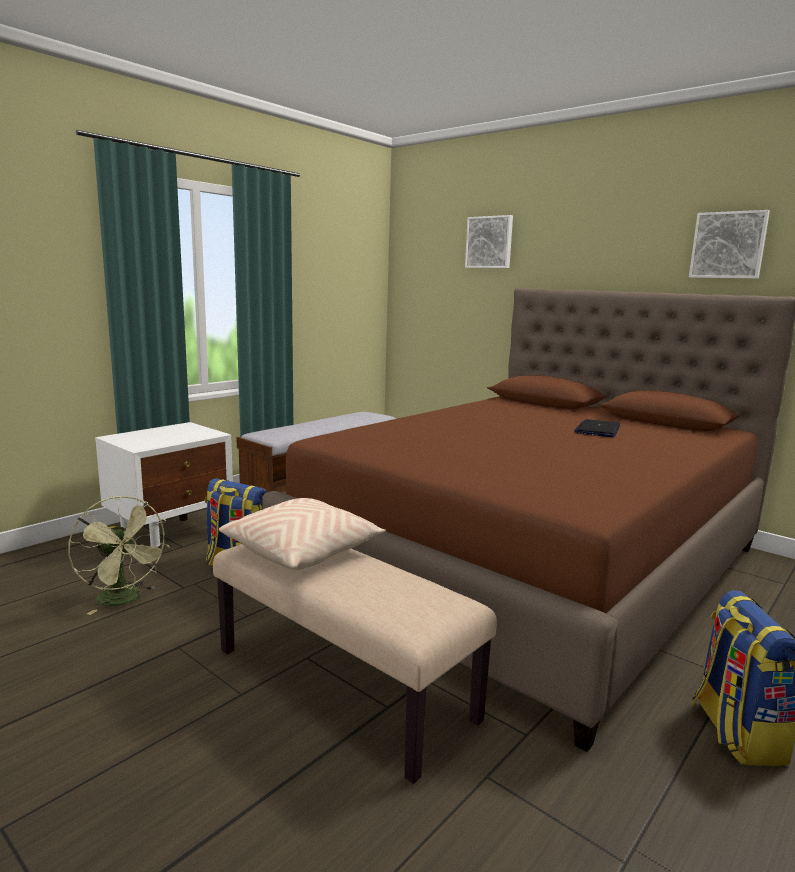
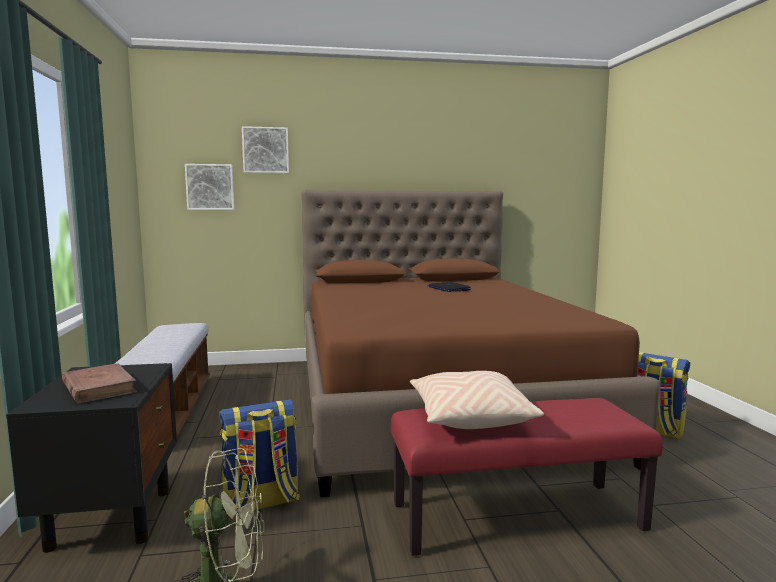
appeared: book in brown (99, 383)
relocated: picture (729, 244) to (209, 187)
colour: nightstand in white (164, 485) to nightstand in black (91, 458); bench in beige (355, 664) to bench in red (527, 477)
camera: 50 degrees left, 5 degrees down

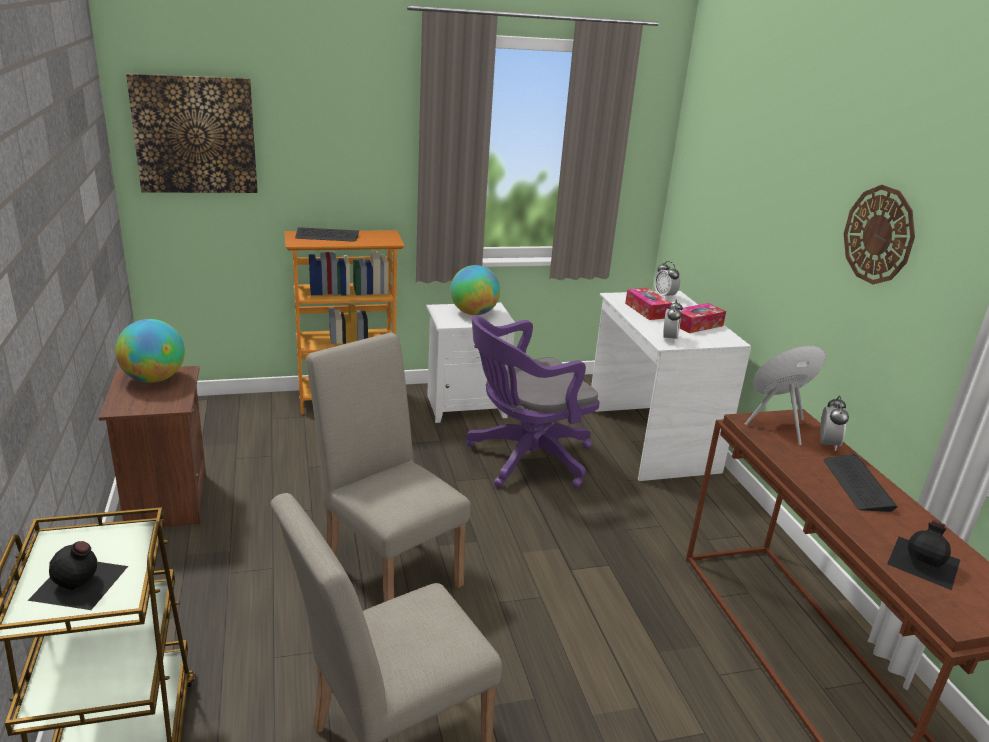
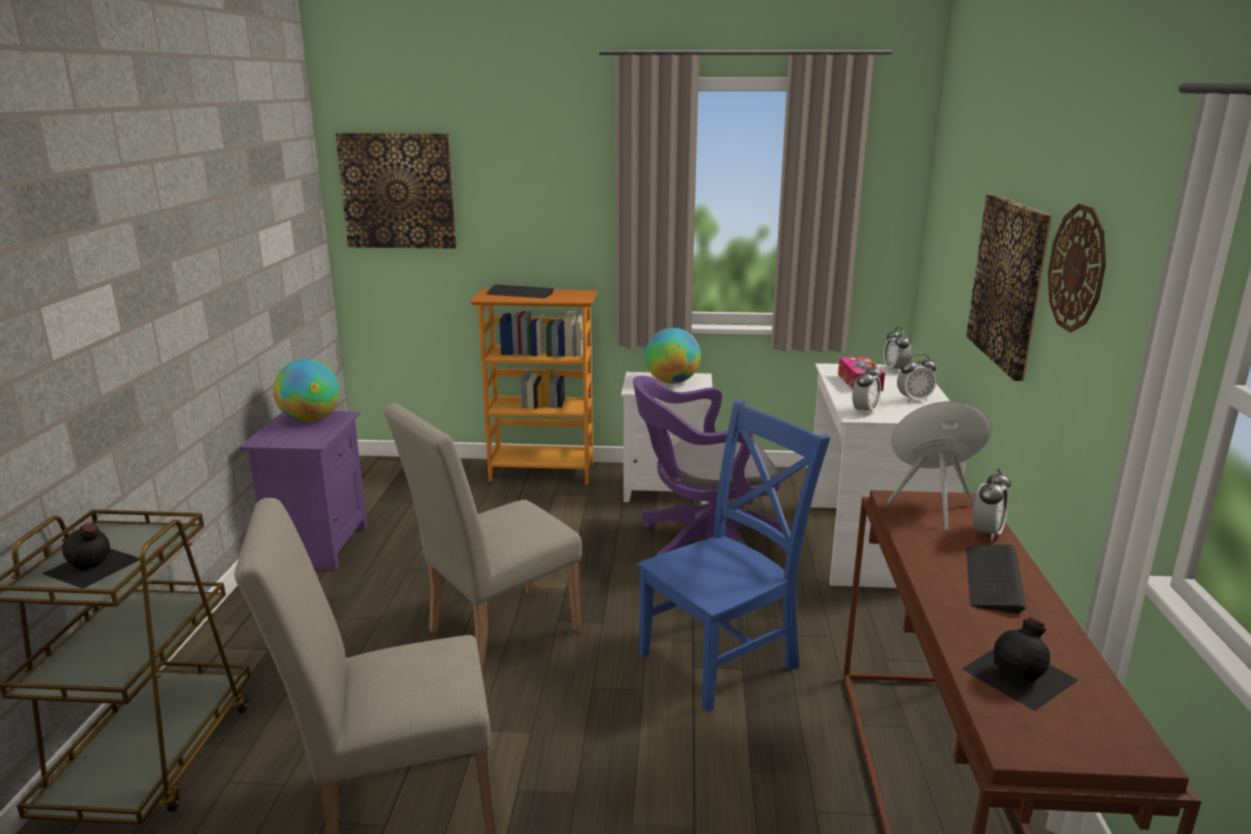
appeared: chair in blue (734, 556); picture (1009, 287)
exchanged: tissue box (703, 318) to alarm clock (916, 378)
colour: nightstand in brown (152, 446) to nightstand in purple (303, 491)
spun: chair in beige (388, 467) = (483, 538) 105 degrees counterclockwise
camera: 20 degrees right, 5 degrees down

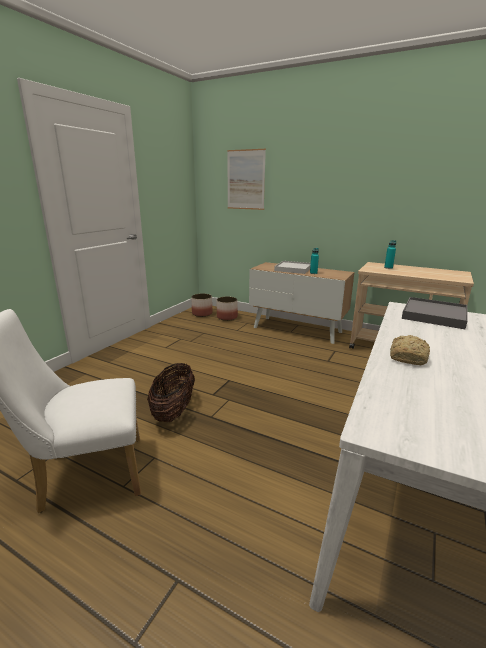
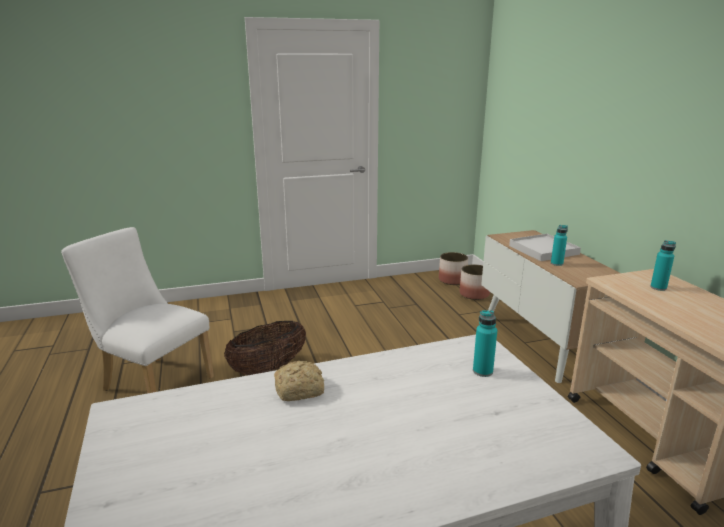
missing: picture (246, 179)
exchanged: tray in grey (435, 313) to bottle in turquoise (485, 343)
camera: 45 degrees right, 0 degrees up

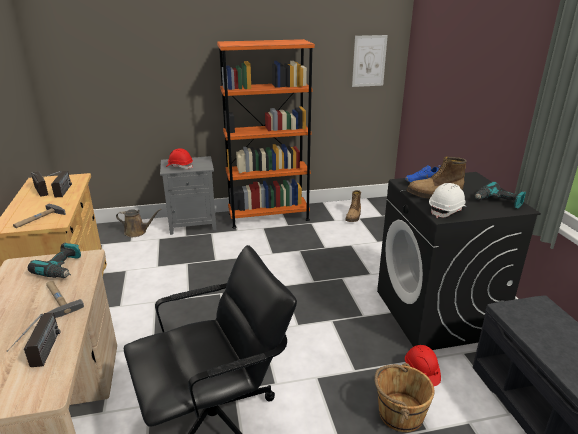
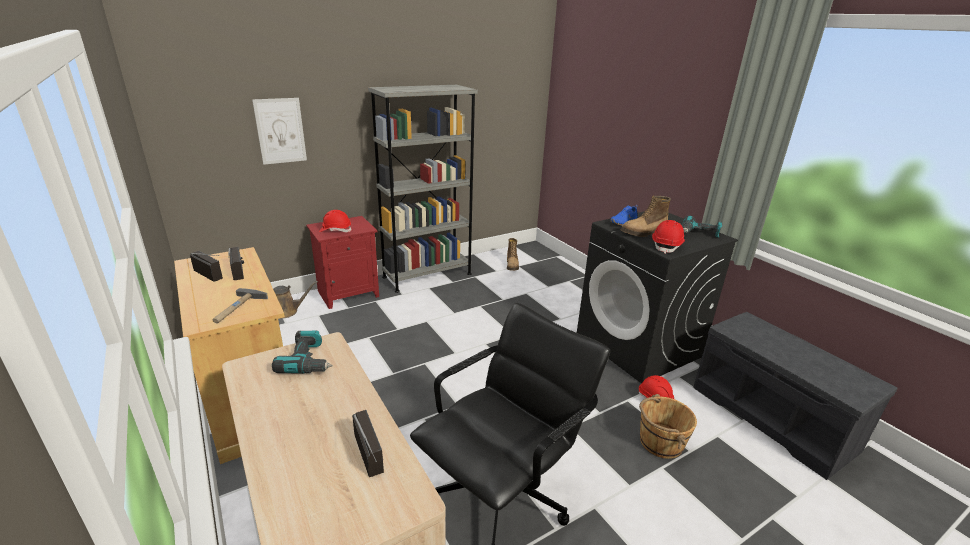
missing: hammer (65, 299)
relocated: picture (370, 61) to (279, 131)
colour: nightstand in grey (188, 195) to nightstand in red (342, 262); bookcase in orange (266, 133) to bookcase in grey (423, 189); hard hat in white (448, 200) to hard hat in red (668, 237)
camera: 20 degrees left, 0 degrees up

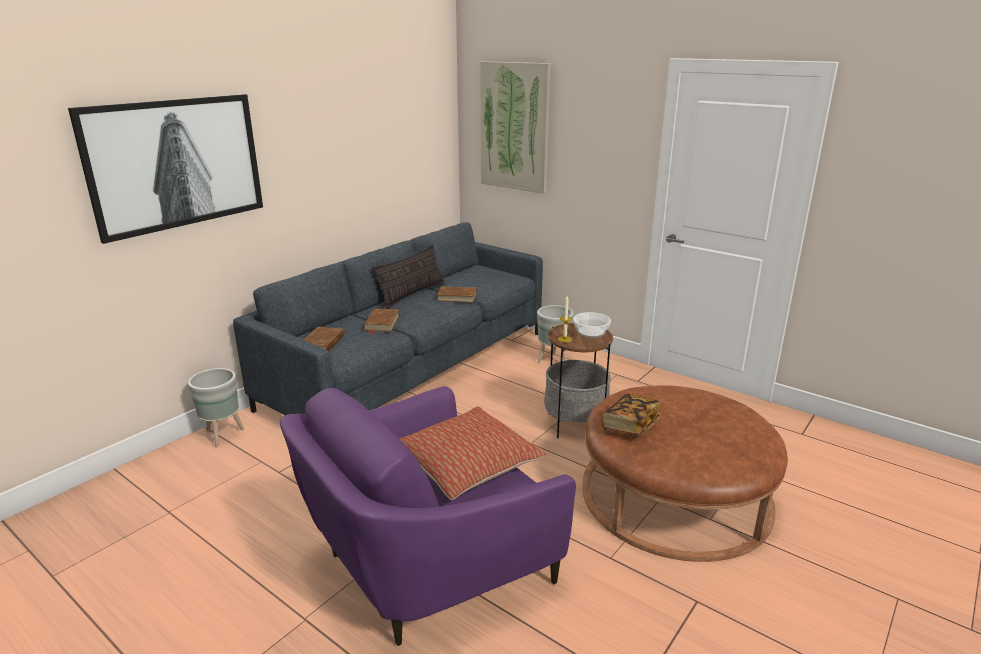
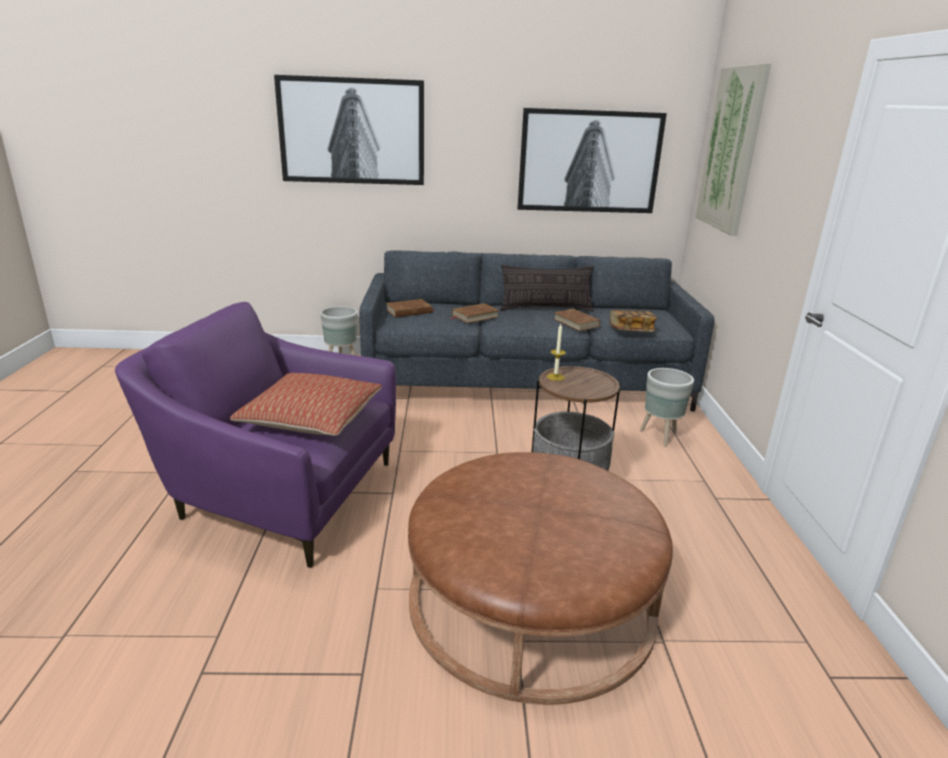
missing: bowl (592, 325)
appeared: picture (592, 160)
relocated: book (631, 415) to (633, 321)
camera: 50 degrees right, 0 degrees up

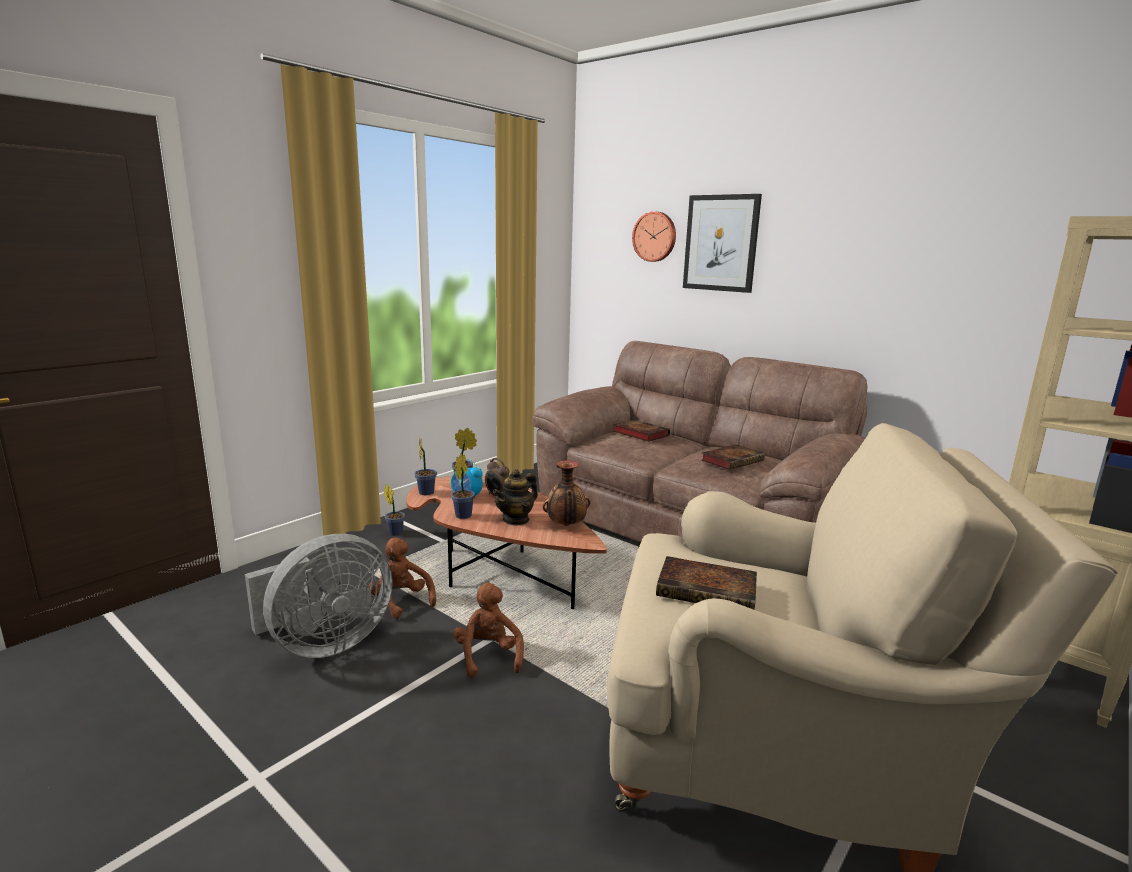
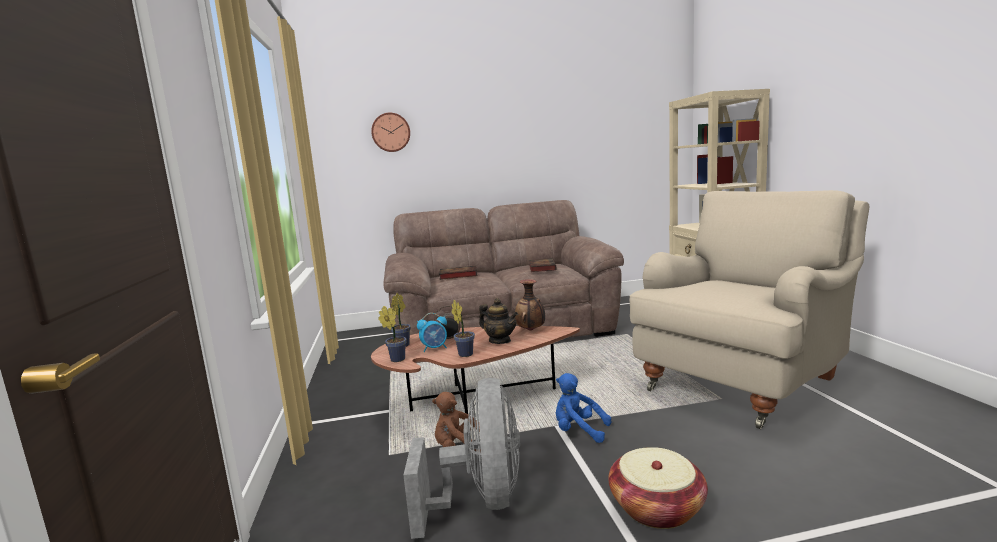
missing: potted plant (394, 509); book (706, 583); picture (722, 243)
appeared: basket (658, 488)
colour: plush toy in brown (488, 630) to plush toy in blue (583, 408)
spun: teapot (515, 497) = (498, 321) 45 degrees counterclockwise
camera: 50 degrees left, 5 degrees down

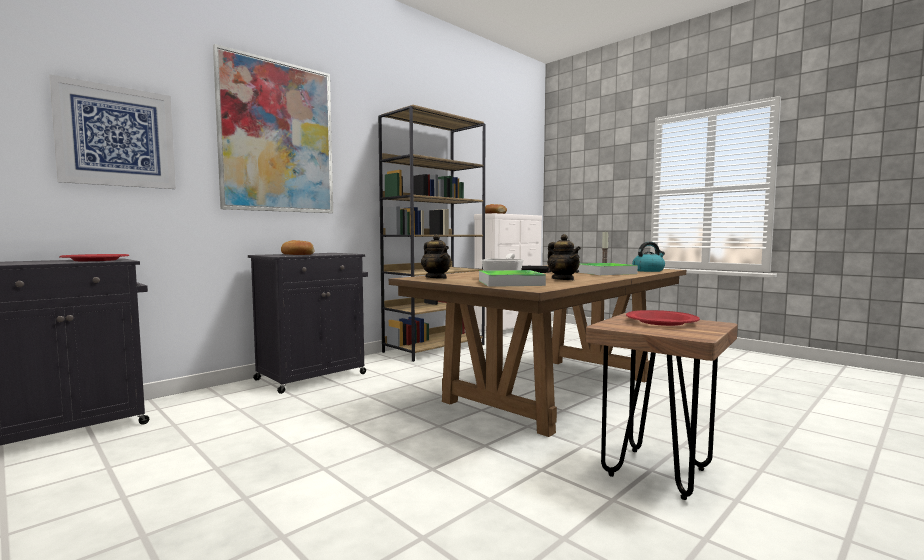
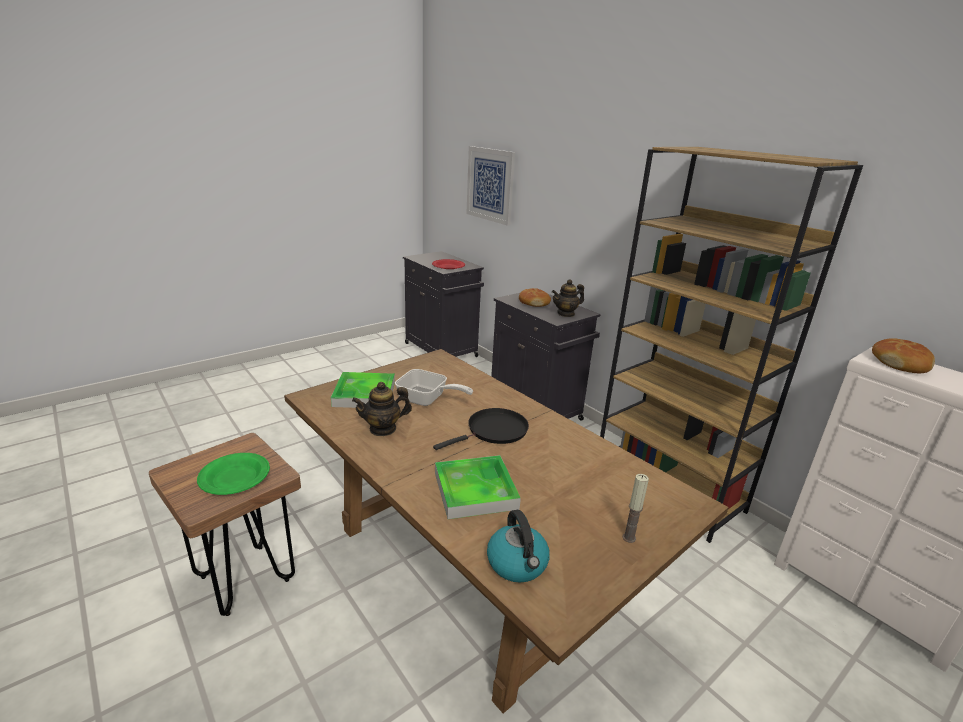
missing: picture (273, 128)
relocated: teapot (436, 256) to (568, 298)
colour: plate in red (663, 318) to plate in green (233, 474)
camera: 95 degrees right, 20 degrees up

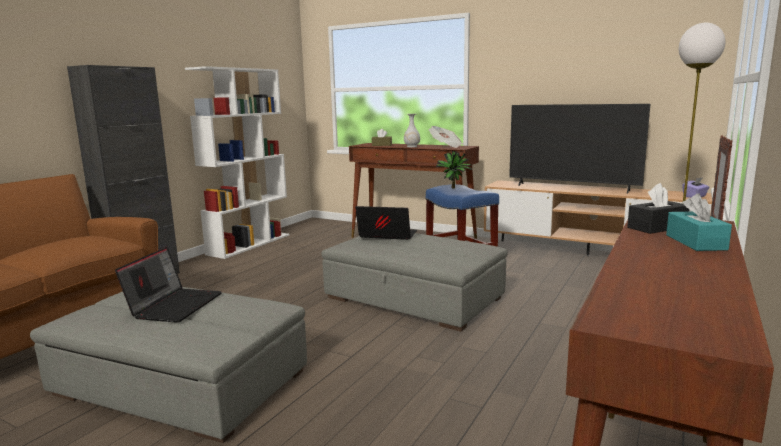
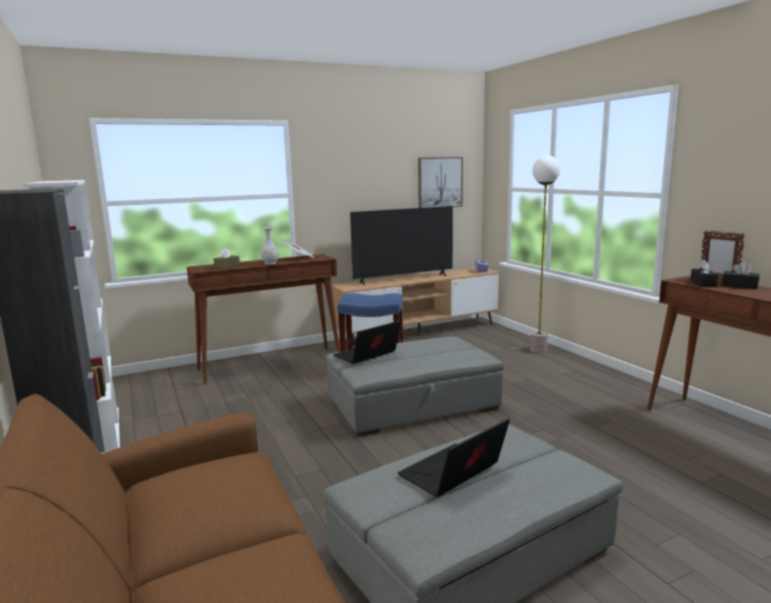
missing: potted plant (454, 169)
appeared: picture (440, 182)
colour: tissue box in turquoise (699, 222) to tissue box in black (741, 275)
spun: laptop (168, 285) = (454, 457) 90 degrees counterclockwise
camera: 55 degrees left, 0 degrees up

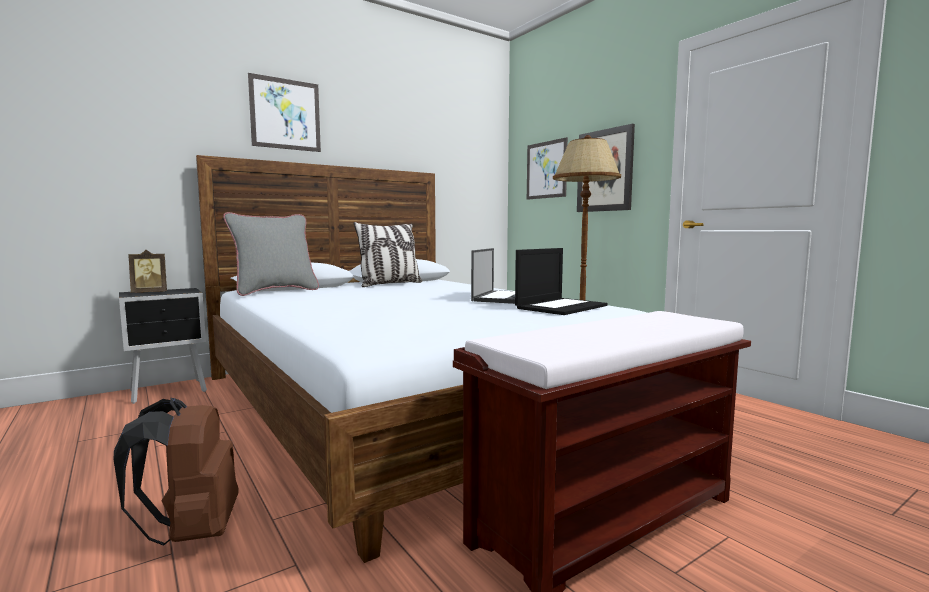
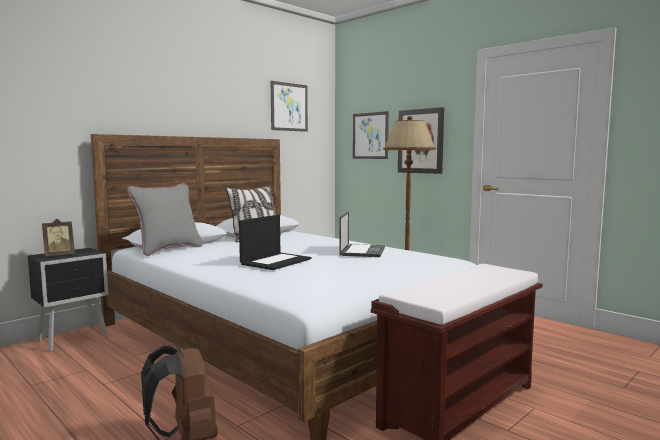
relocated: picture (284, 112) to (289, 106); laptop (561, 281) to (275, 242)
camera: 10 degrees left, 0 degrees up

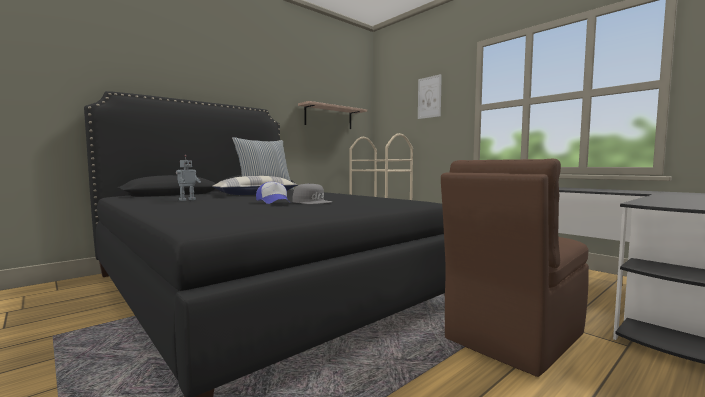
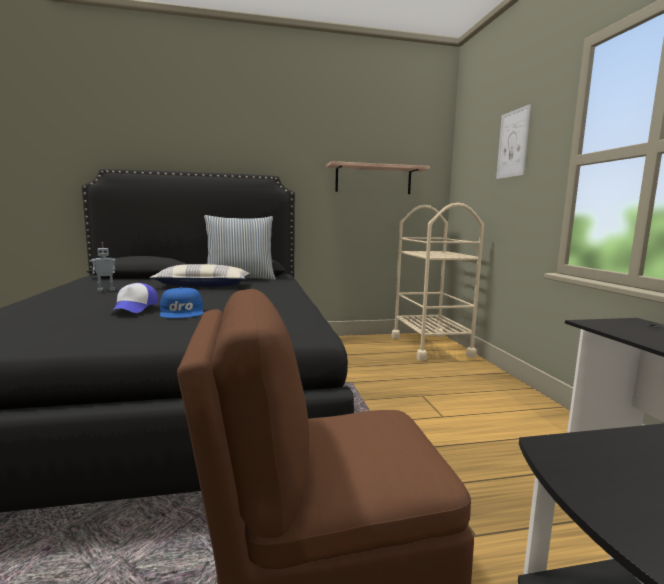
colour: cap in grey (312, 193) to cap in blue (182, 302)
camera: 30 degrees right, 5 degrees up

